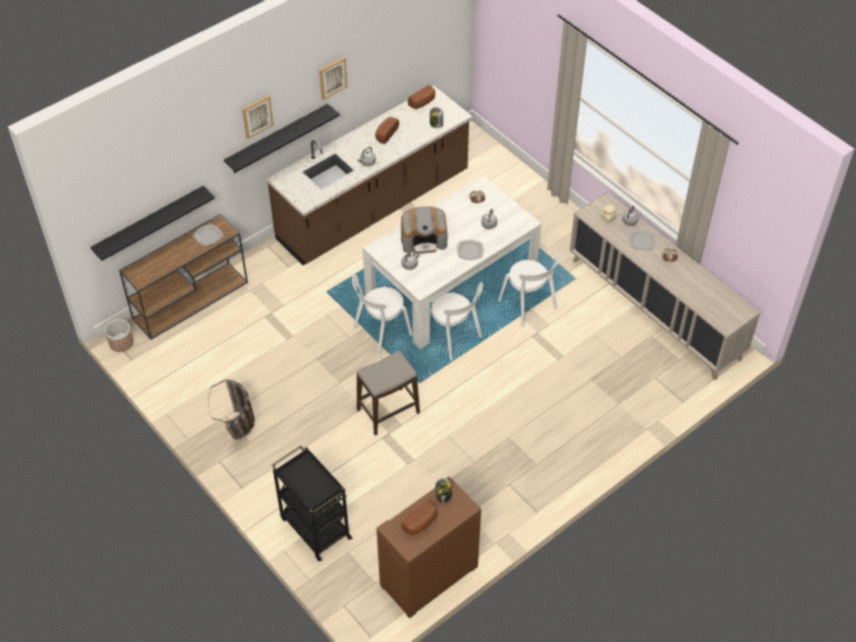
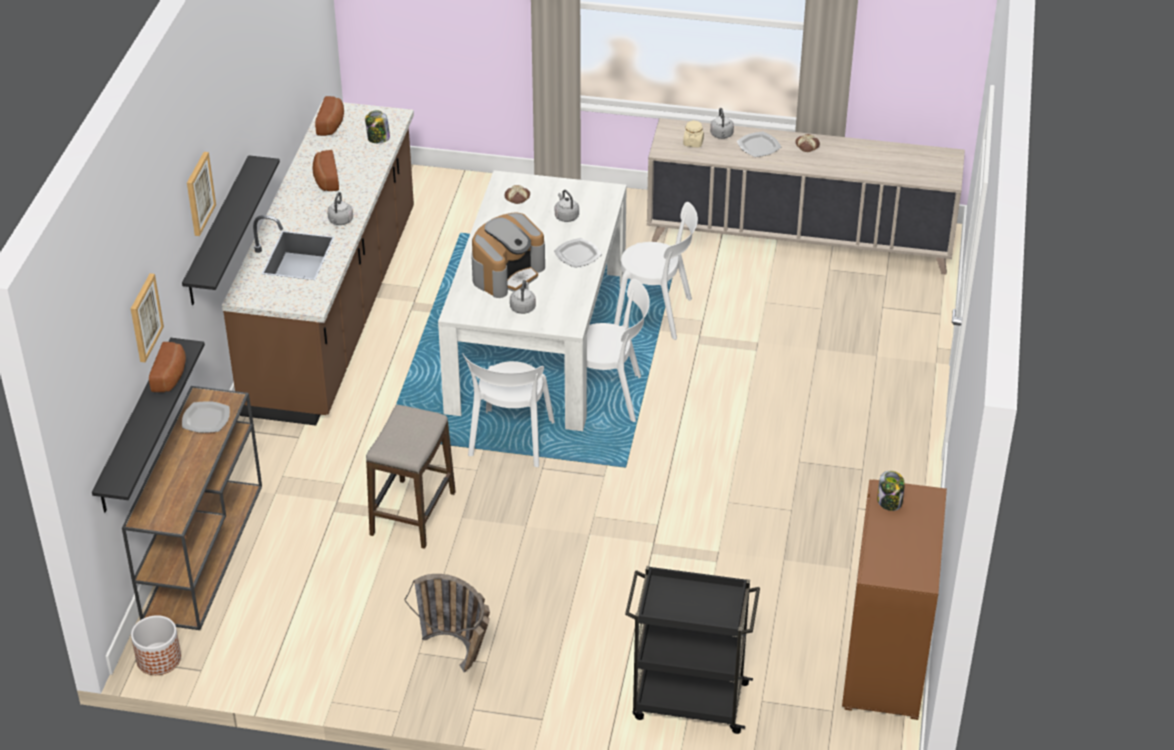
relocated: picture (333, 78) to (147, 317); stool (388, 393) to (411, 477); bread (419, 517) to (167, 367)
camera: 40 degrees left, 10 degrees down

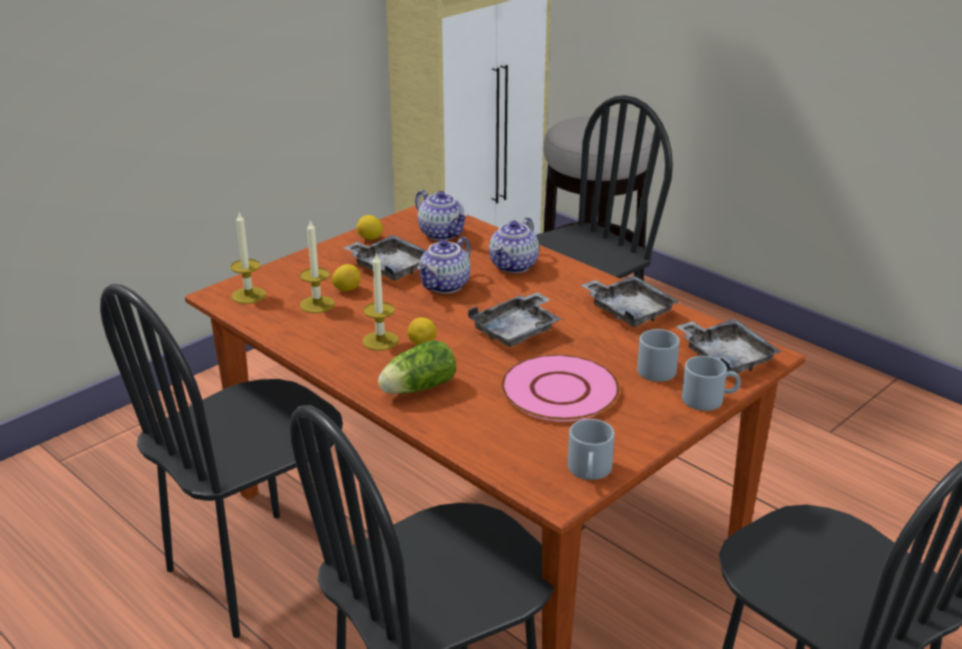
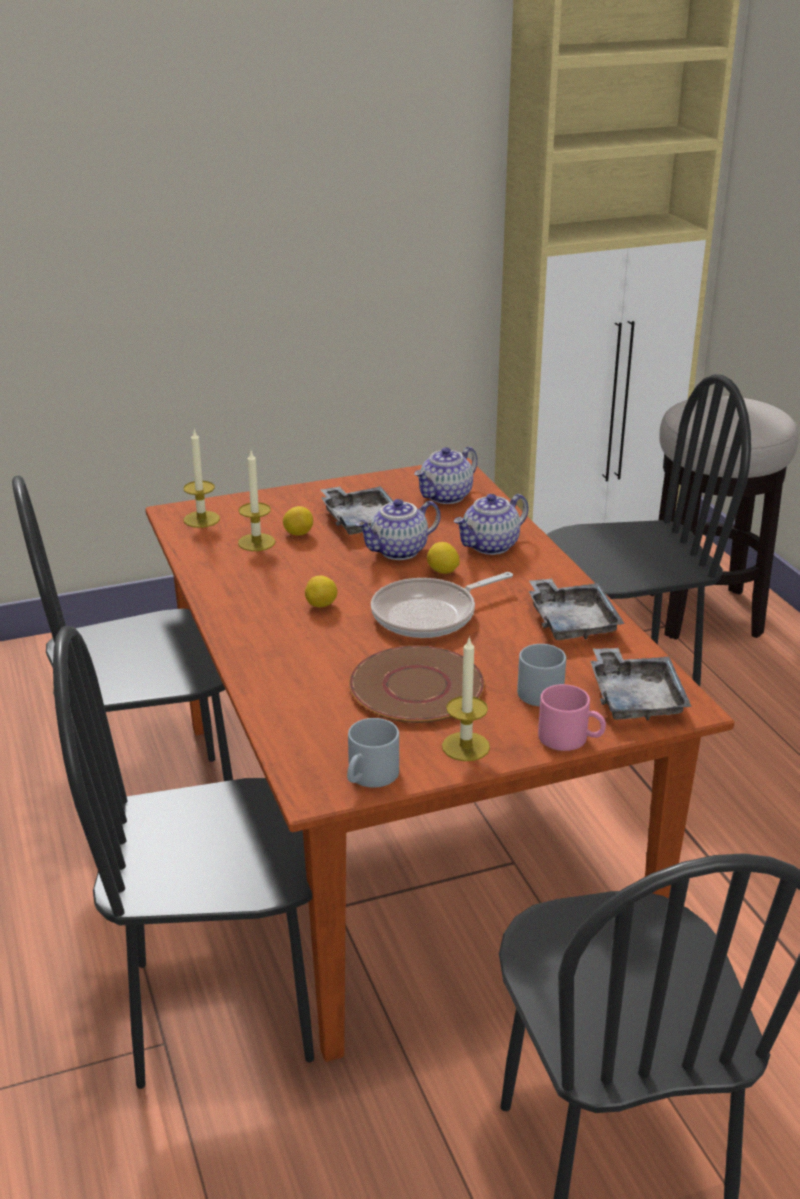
missing: lettuce (417, 367)
relocated: lemon (370, 227) to (443, 558); candle (381, 302) to (466, 698)
exchanged: tray in grey (514, 319) to frying pan (442, 605)
colour: plate in pink (560, 388) to plate in brown (417, 684); mug in grey (711, 383) to mug in pink (572, 717)
spun: teapot (441, 215) = (446, 475) 60 degrees clockwise
camera: 25 degrees right, 0 degrees up

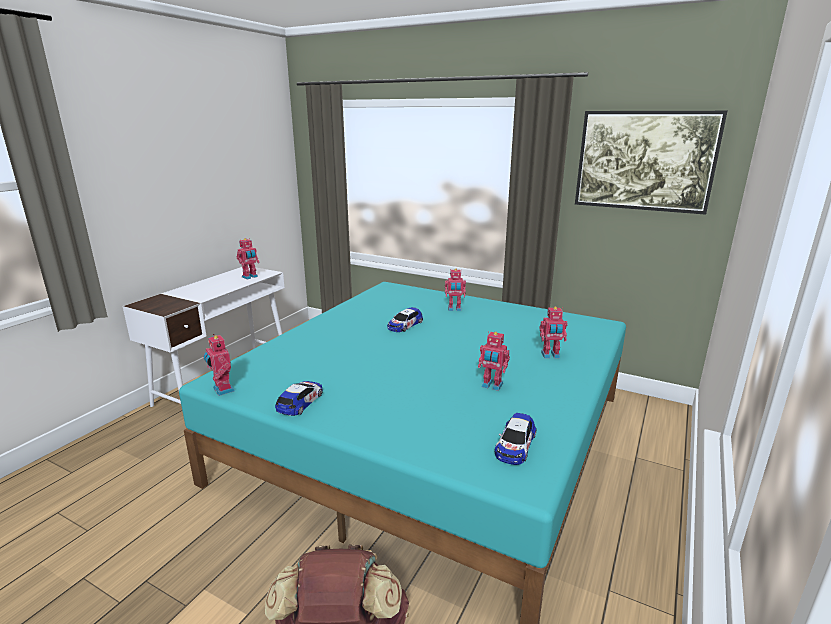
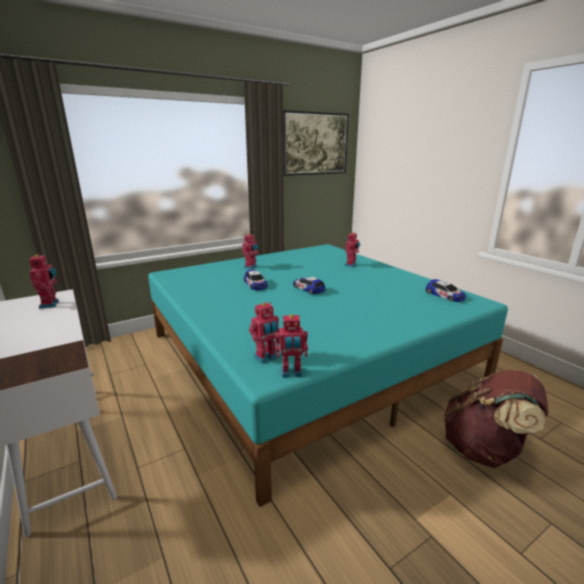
relocated: toy car (299, 398) to (309, 285); toy robot (494, 361) to (264, 333)
camera: 60 degrees left, 0 degrees up

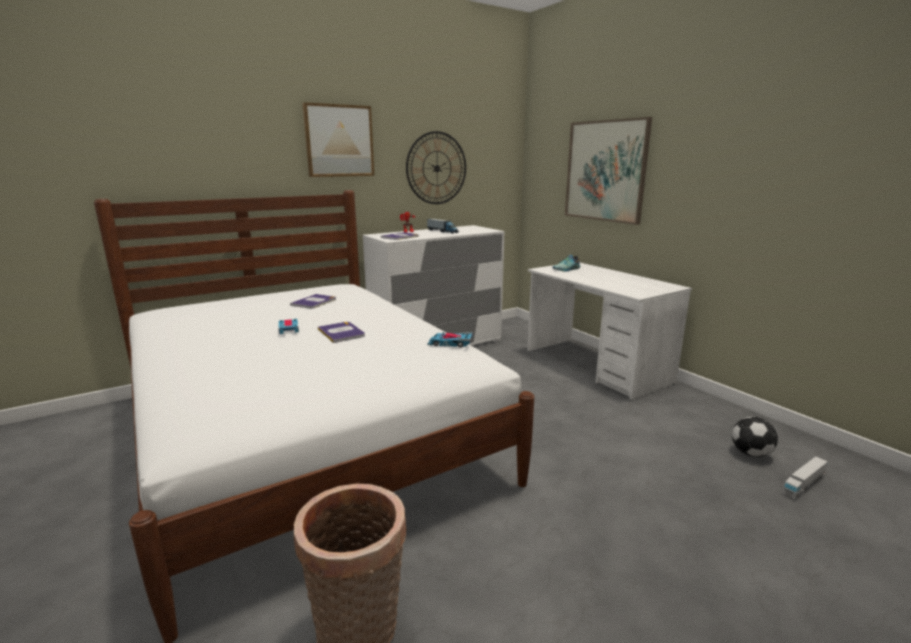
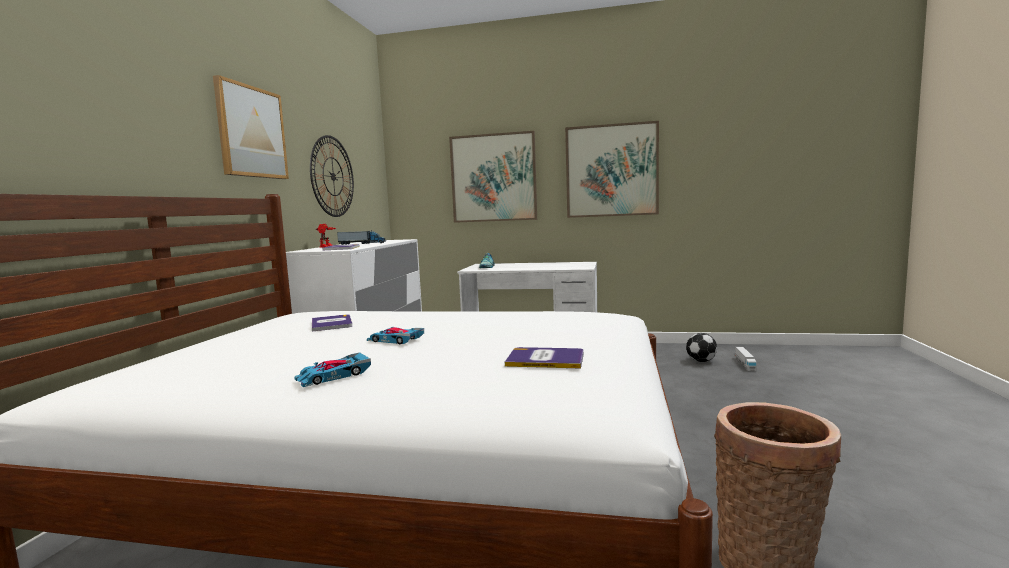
appeared: picture (612, 169)
relocated: book (341, 332) to (544, 357); toy car (450, 339) to (332, 369)
camera: 45 degrees left, 10 degrees down

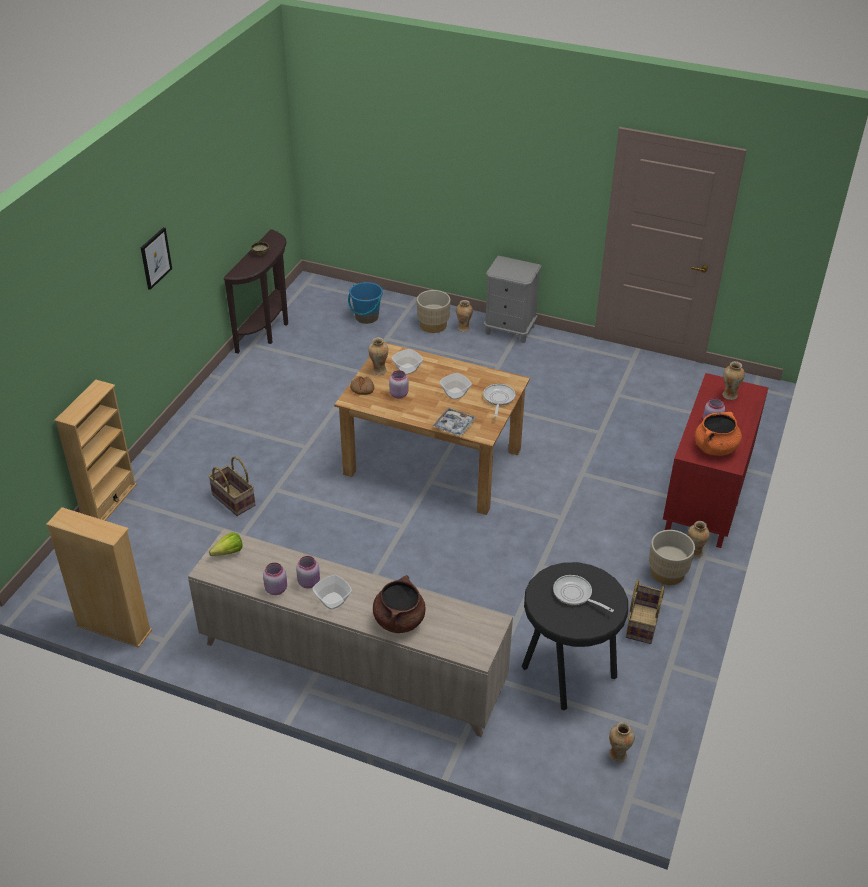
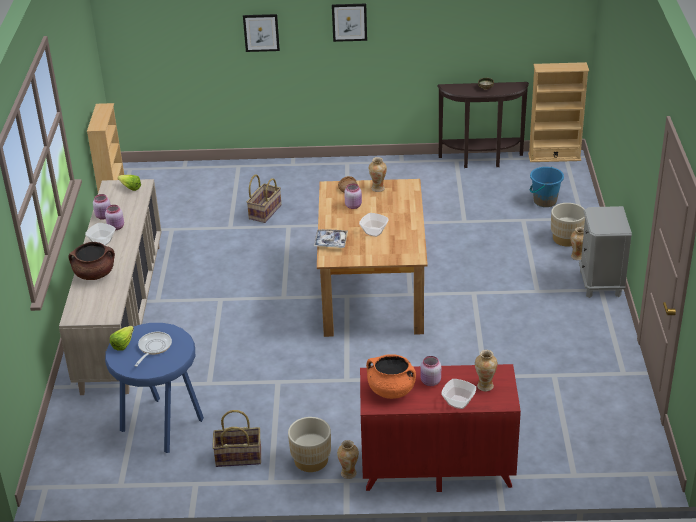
missing: frying pan (499, 400); vase (622, 742)
appeared: lettuce (122, 338); picture (261, 33)
relocated: bookcase in beige (95, 450) to (558, 112); bowl (407, 362) to (458, 394)
colour: stool in black (575, 636) to stool in blue (154, 388)
camera: 70 degrees right, 5 degrees down

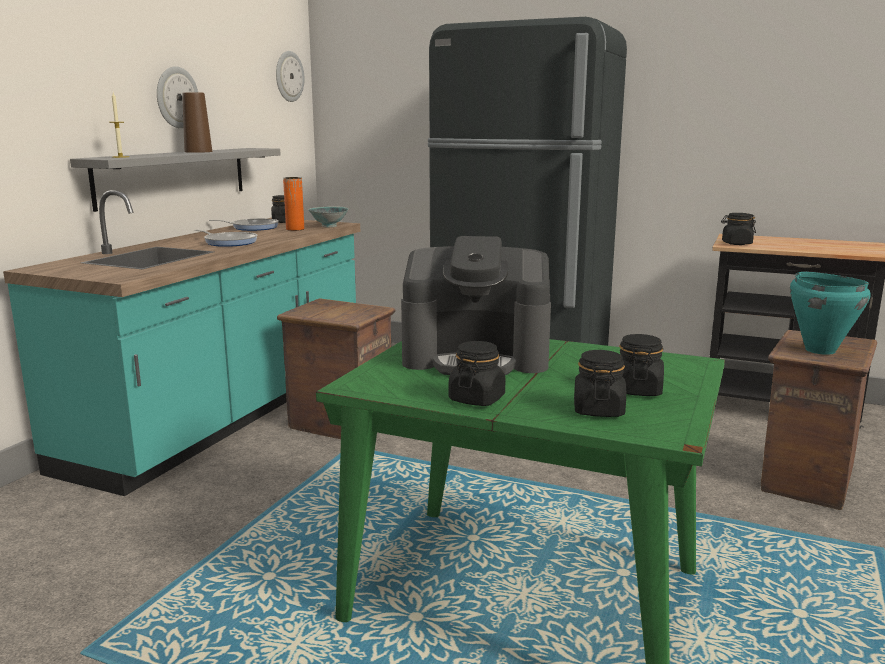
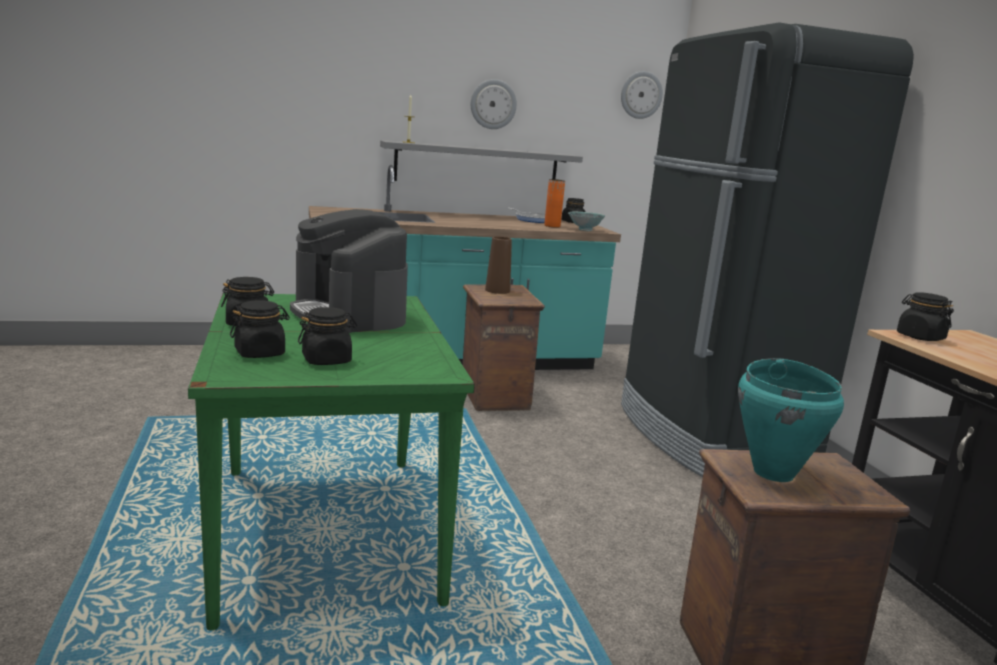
missing: frying pan (226, 238)
relocated: vase in brown (197, 122) to (498, 265)
camera: 50 degrees right, 0 degrees up

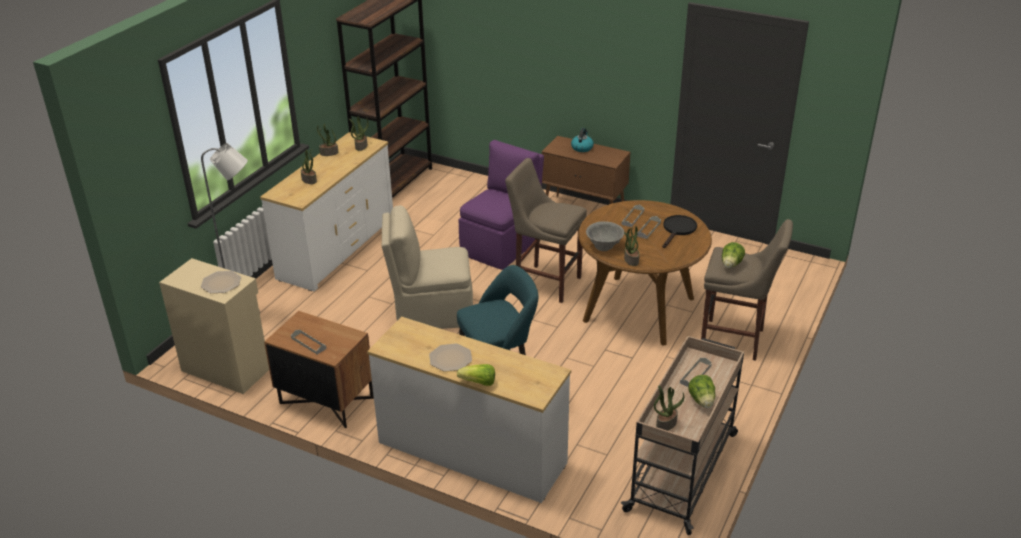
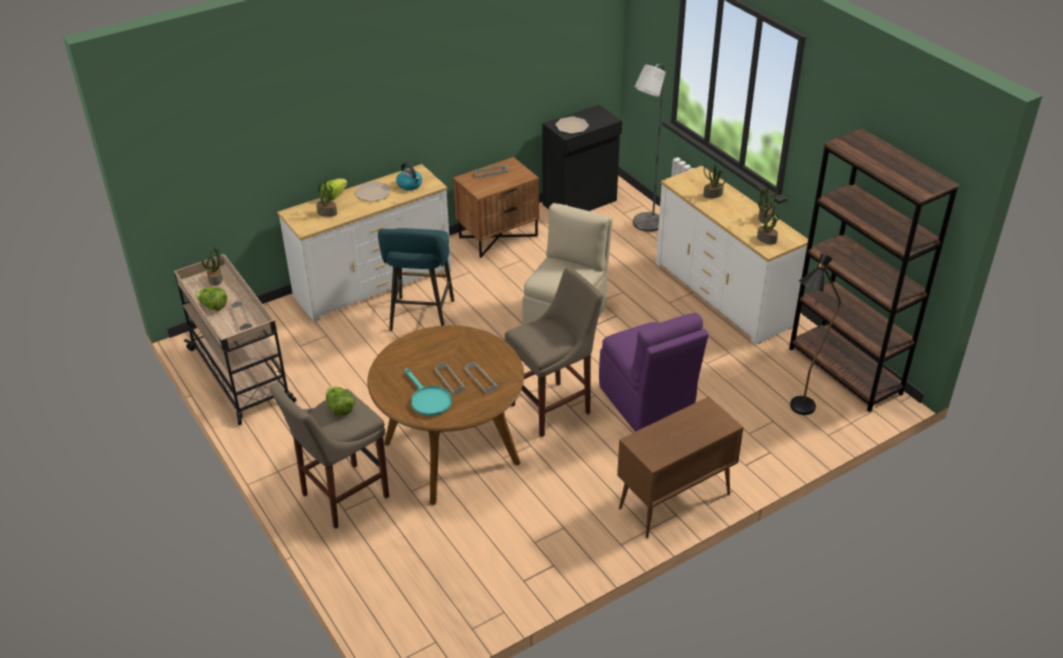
missing: bowl in grey (605, 236)
appeared: floor lamp in black (815, 334)
relocated: kettle (582, 140) to (409, 176); potted plant (632, 246) to (326, 197)
colour: cabinet in beige (214, 326) to cabinet in black (582, 158); frying pan in black (679, 231) to frying pan in turquoise (428, 392)
camera: 120 degrees right, 5 degrees up

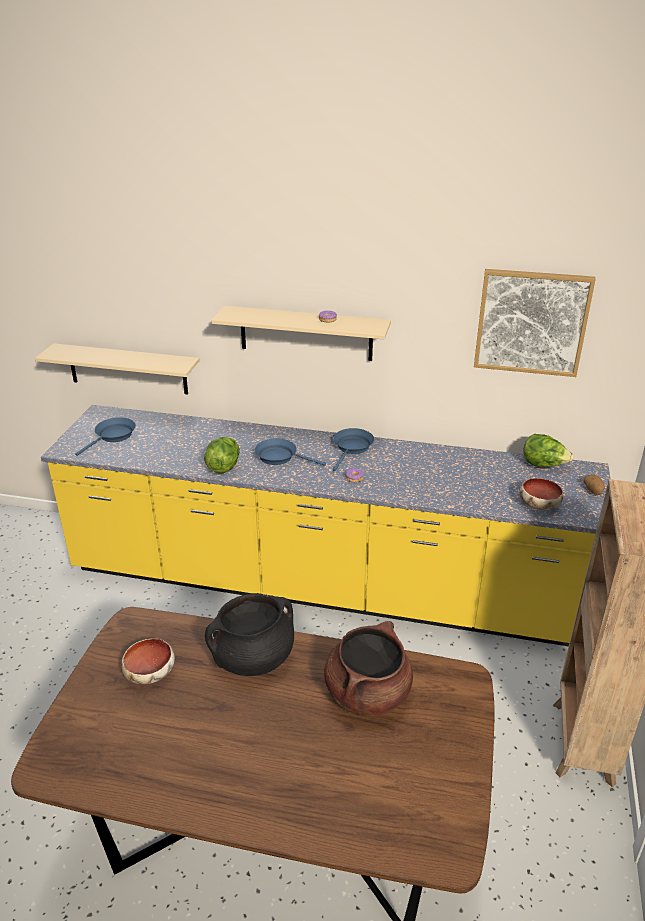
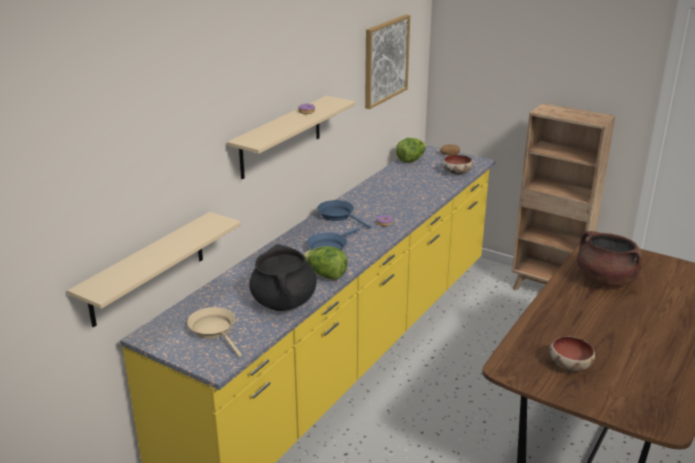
relocated: cooking pot in black (249, 634) to (283, 277)
colour: frying pan in blue (105, 436) to frying pan in beige (214, 332)
camera: 70 degrees left, 5 degrees down

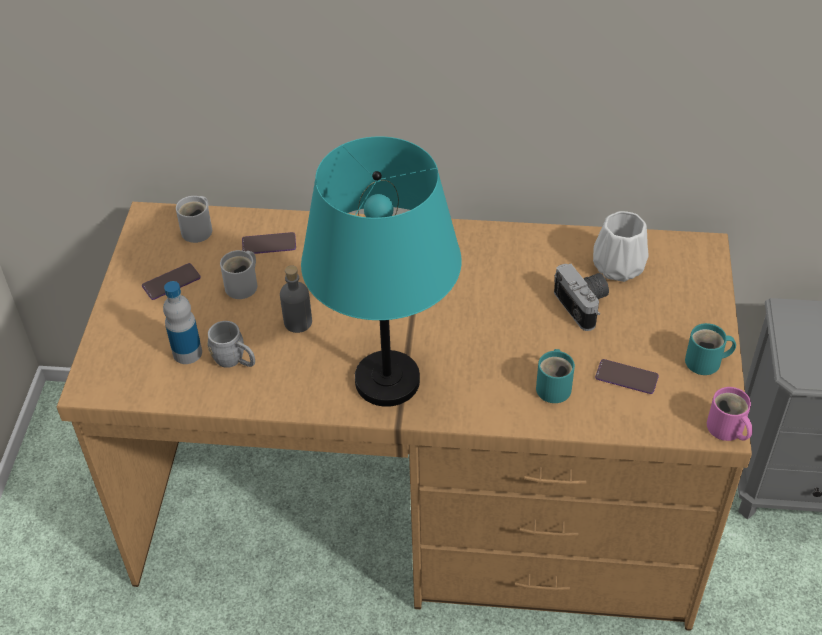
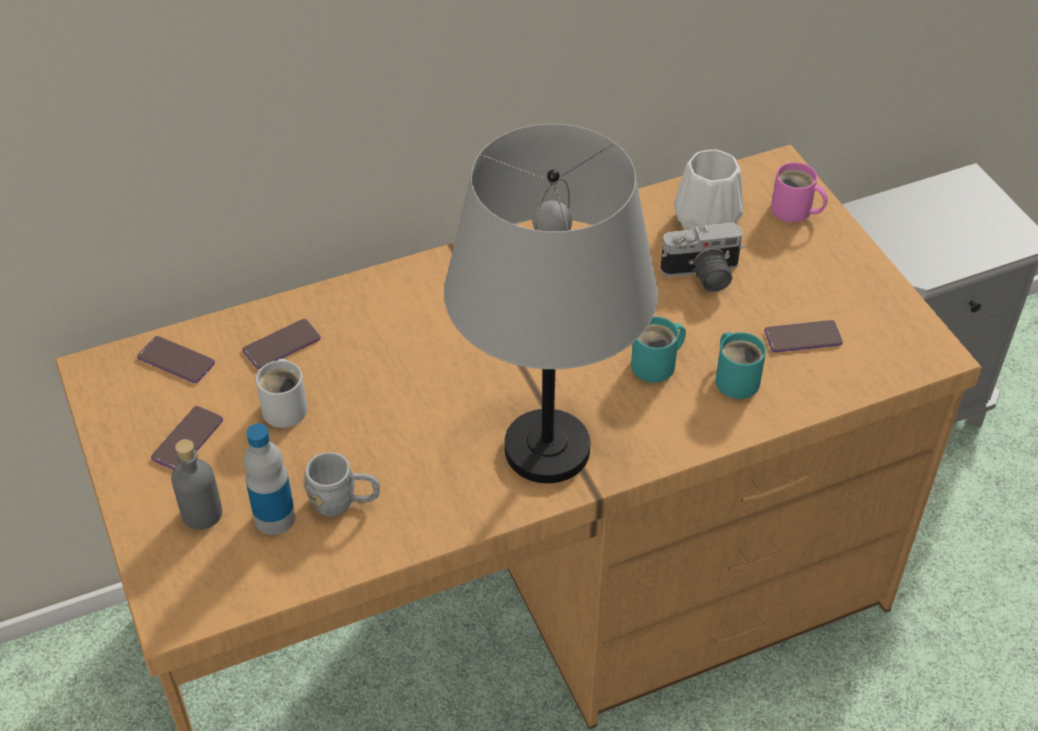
relocated: bottle in grey (296, 299) to (196, 484); mug in turquoise (710, 349) to (658, 349); mug in pink (730, 414) to (799, 192)
exchanged: mug in white (194, 219) to phone (176, 359)
colour: table lamp in turquoise (381, 271) to table lamp in grey (551, 303)
spun: photo camera (581, 297) = (702, 257) 135 degrees clockwise
camera: 30 degrees left, 0 degrees up

